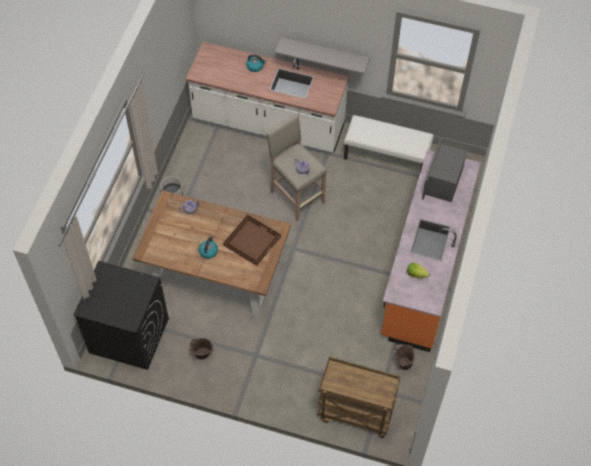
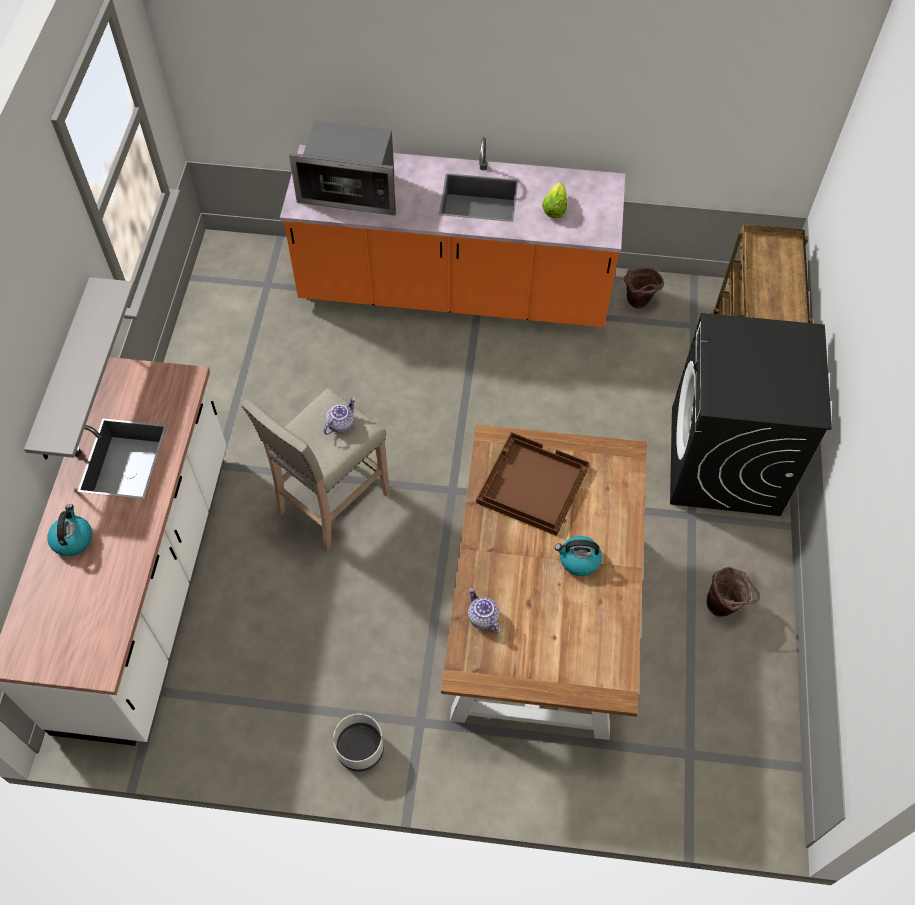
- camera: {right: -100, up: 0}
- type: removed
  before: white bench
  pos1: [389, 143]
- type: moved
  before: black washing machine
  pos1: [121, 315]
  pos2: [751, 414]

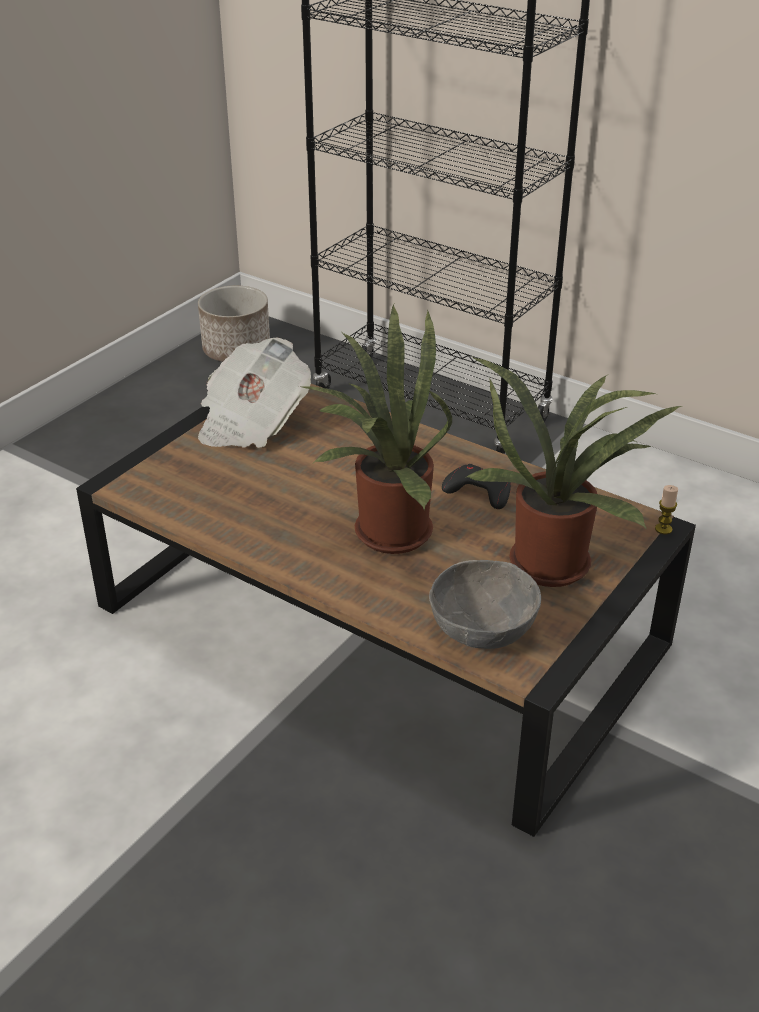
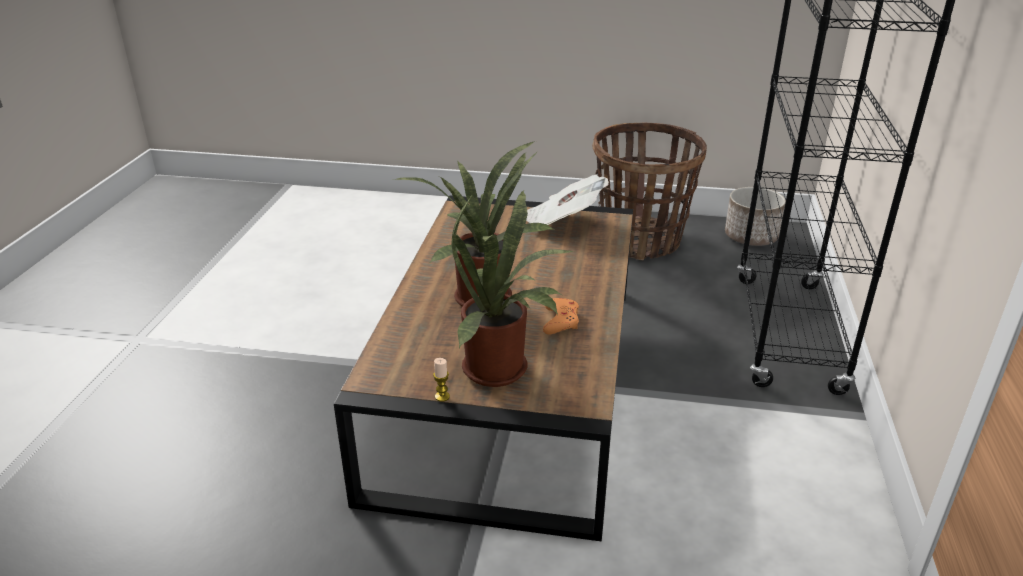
- camera: {right: 65, up: -5}
- type: removed
  before: grey bowl
  pos1: [485, 604]
- type: added
  after: basket
  pos2: [649, 192]
- type: moved
  before: candle
  pos1: [666, 510]
  pos2: [441, 380]
- type: recoloured
  before: black game controller
  after: orange game controller
  pos1: [476, 486]
  pos2: [561, 316]

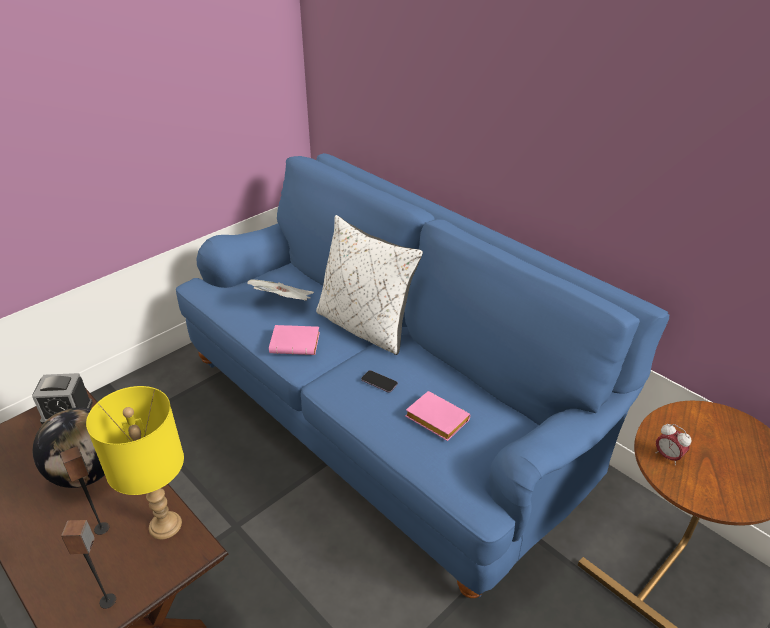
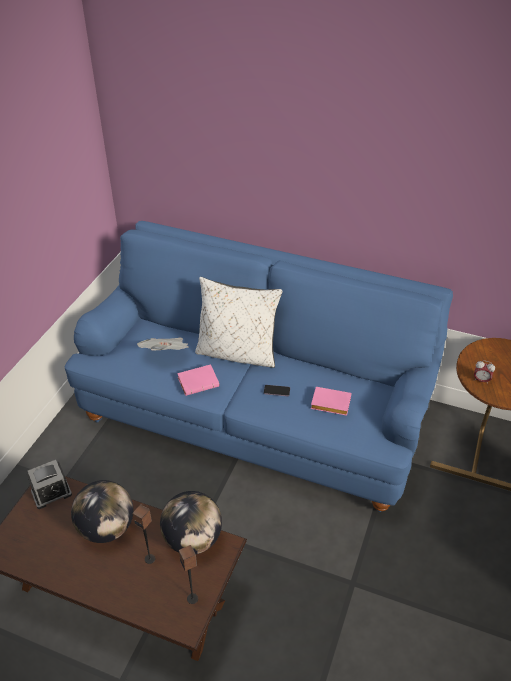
- camera: {right: -25, up: 5}
- type: replaced
  before: yellow table lamp
  after: globe
  pos1: [135, 462]
  pos2: [191, 522]

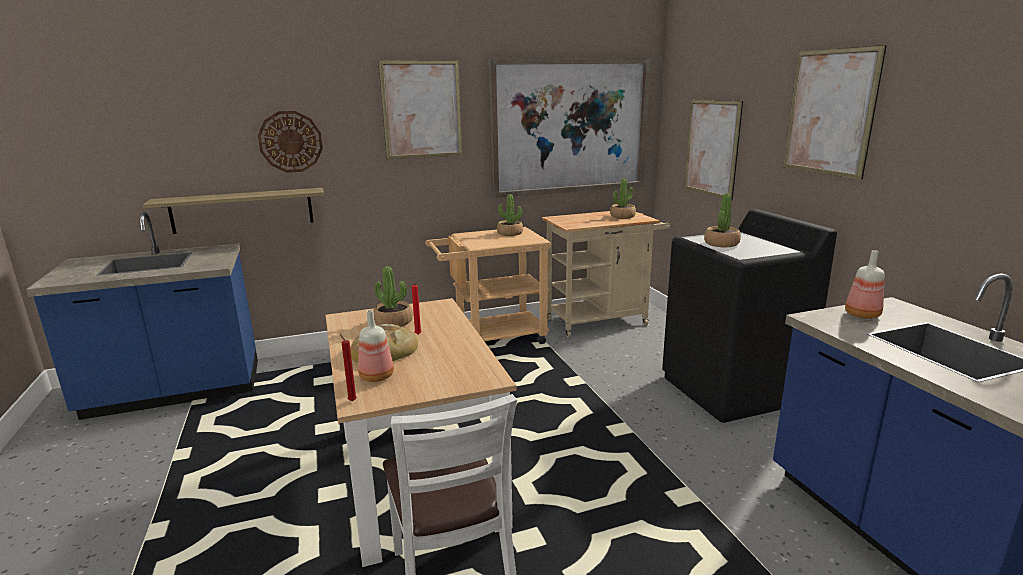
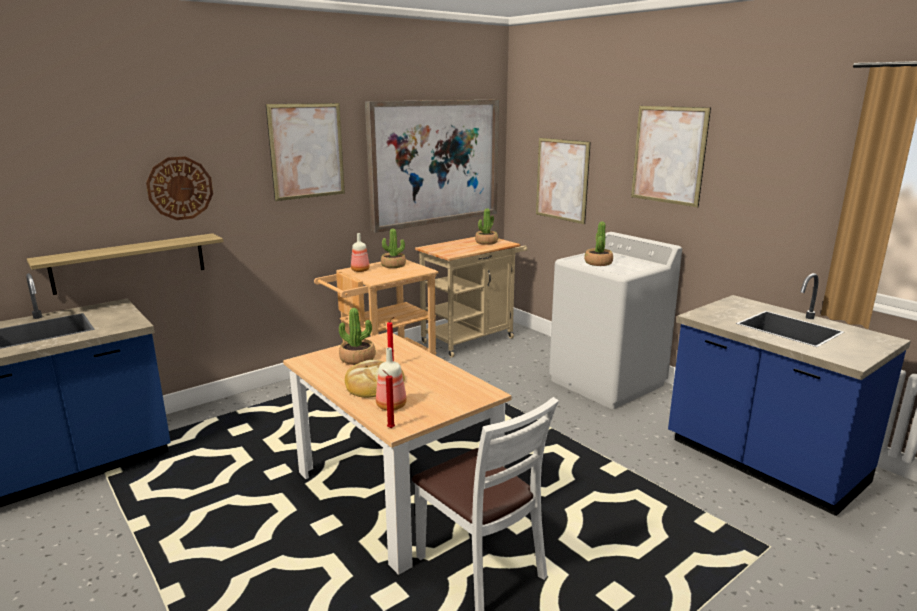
- camera: {right: -20, up: 0}
- type: moved
  before: bottle
  pos1: [865, 284]
  pos2: [360, 252]
- type: recoloured
  before: black washing machine
  after: white washing machine
  pos1: [749, 316]
  pos2: [615, 320]

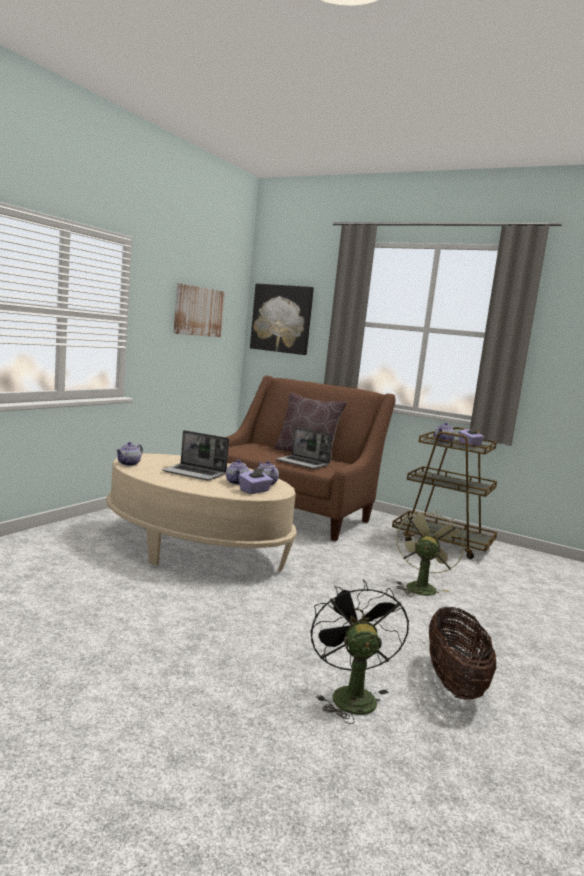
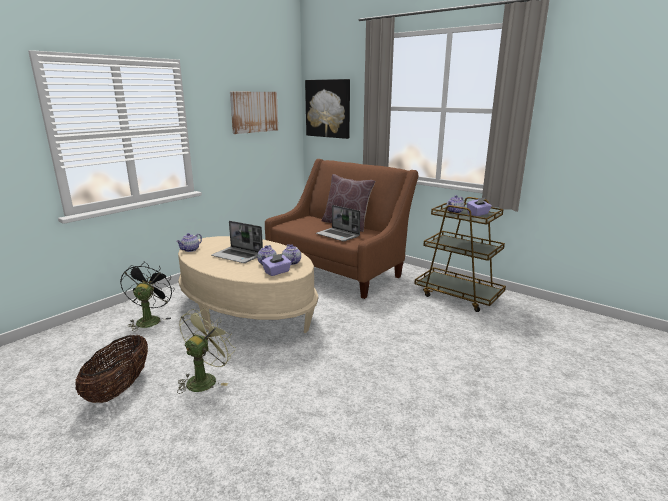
- camera: {right: 10, up: 10}
- type: moved
  before: black fan
  pos1: [359, 651]
  pos2: [147, 296]
- type: moved
  before: green fan
  pos1: [430, 553]
  pos2: [206, 351]
- type: moved
  before: basket
  pos1: [462, 653]
  pos2: [111, 368]

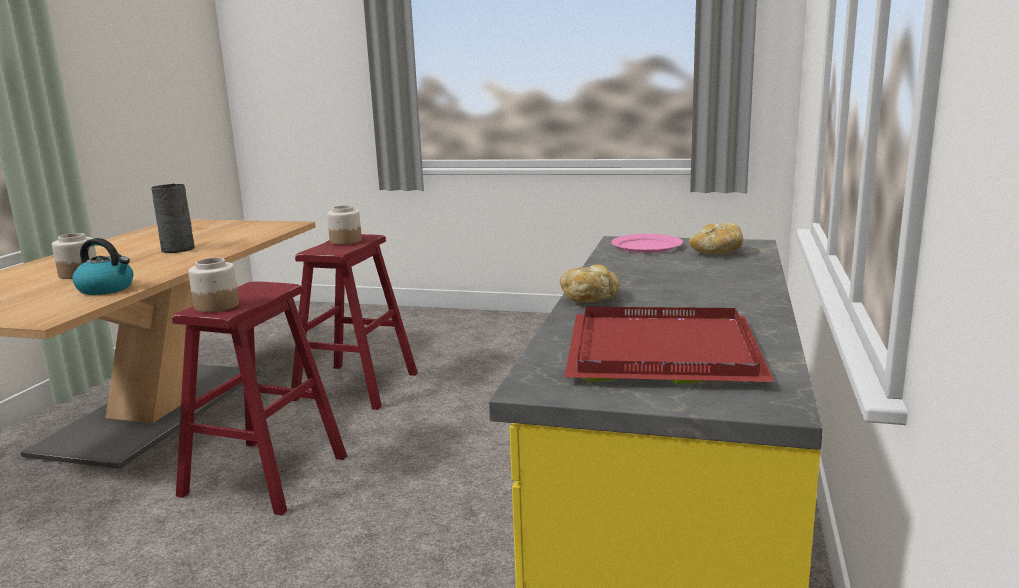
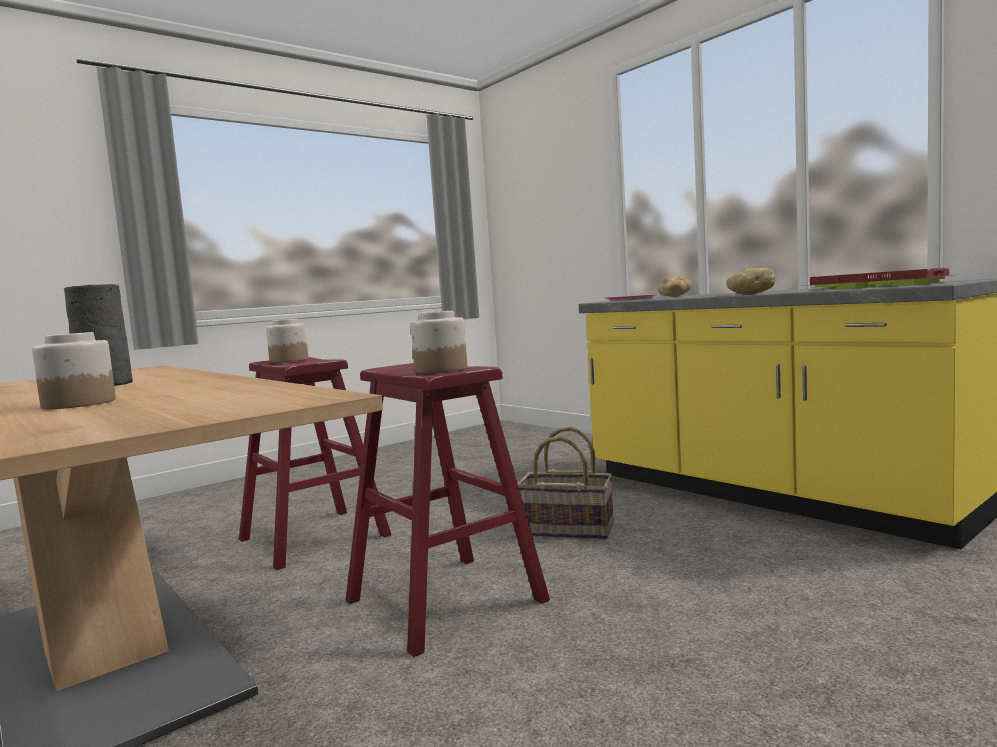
- camera: {right: -55, up: -10}
- type: removed
  before: kettle
  pos1: [102, 266]
- type: added
  after: basket
  pos2: [566, 482]

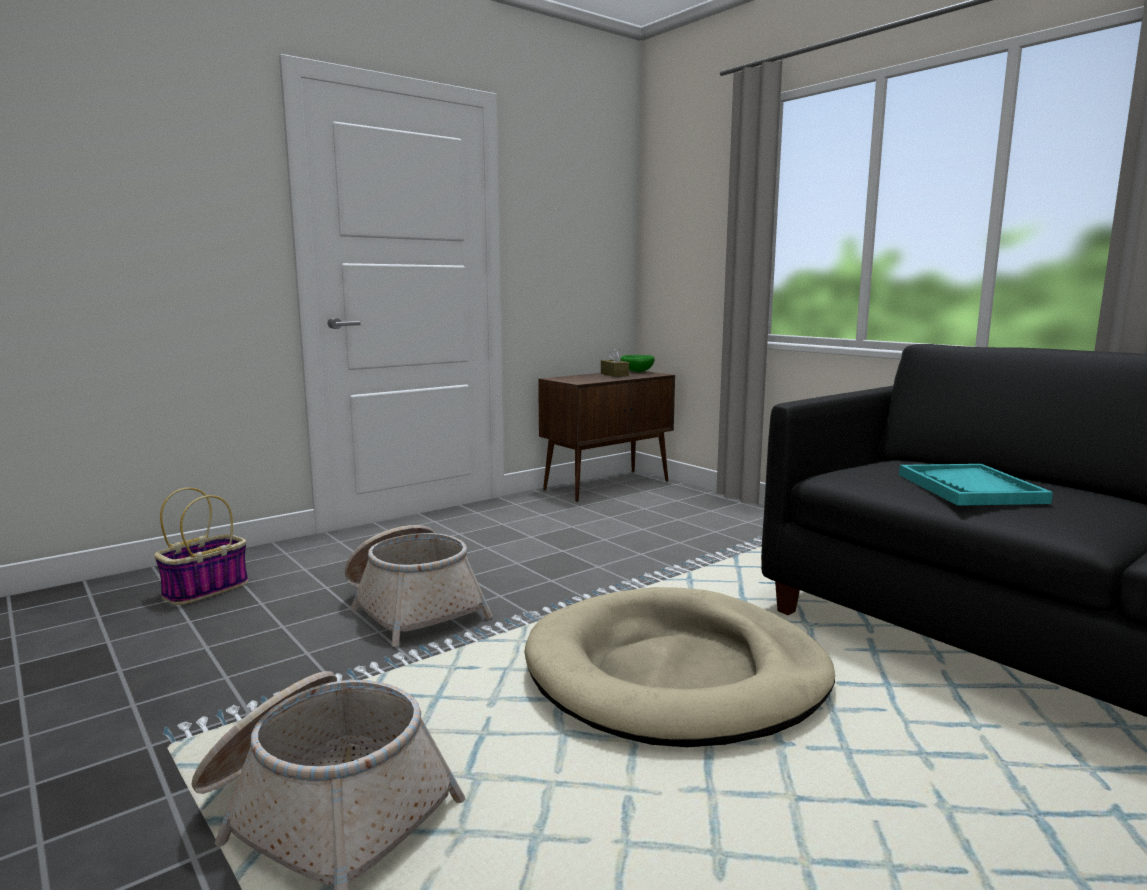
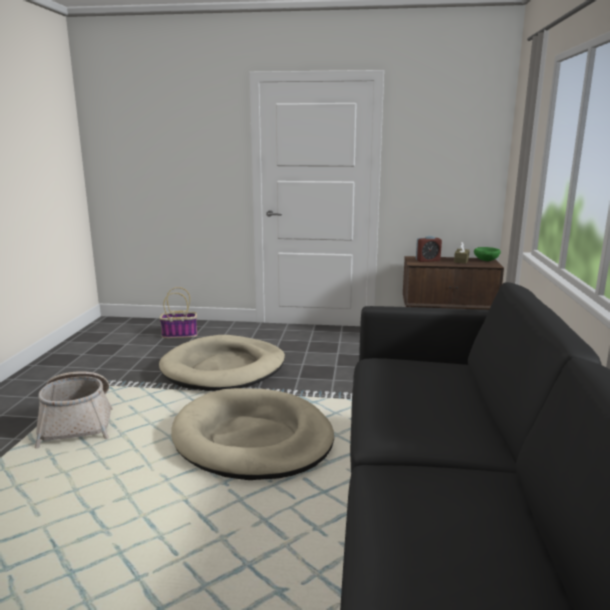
- camera: {right: 45, up: 5}
- type: removed
  before: turquoise tray
  pos1: [976, 485]
- type: added
  after: alarm clock
  pos2: [429, 249]
- type: replaced
  before: basket
  after: beige dog bed
  pos1: [419, 585]
  pos2: [222, 363]

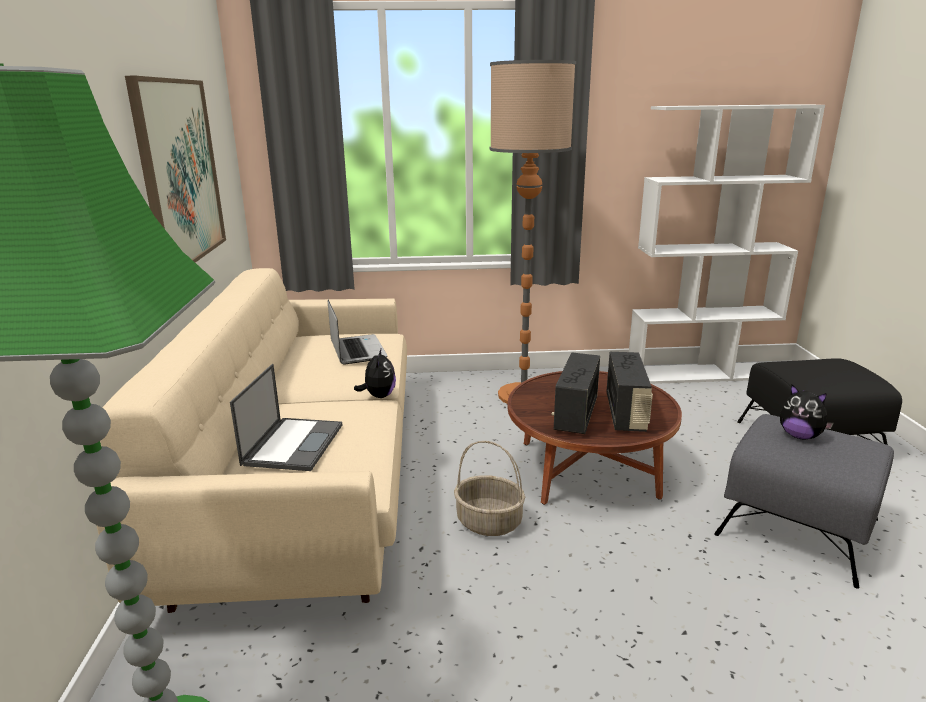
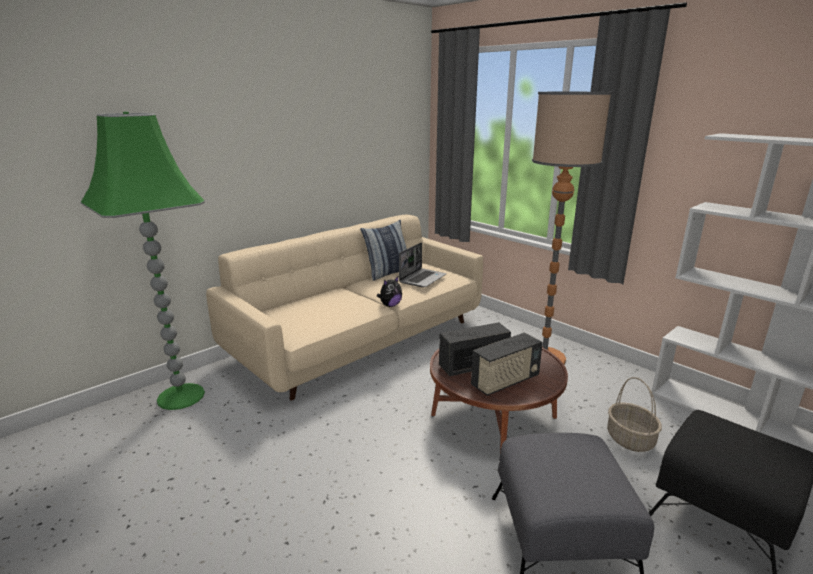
- camera: {right: 50, up: 0}
- type: removed
  before: picture
  pos1: [175, 169]
- type: removed
  before: laptop
  pos1: [286, 417]
- type: removed
  before: plush toy
  pos1: [807, 412]
- type: added
  after: pillow
  pos2: [383, 250]
- type: moved
  before: basket
  pos1: [489, 488]
  pos2: [634, 414]

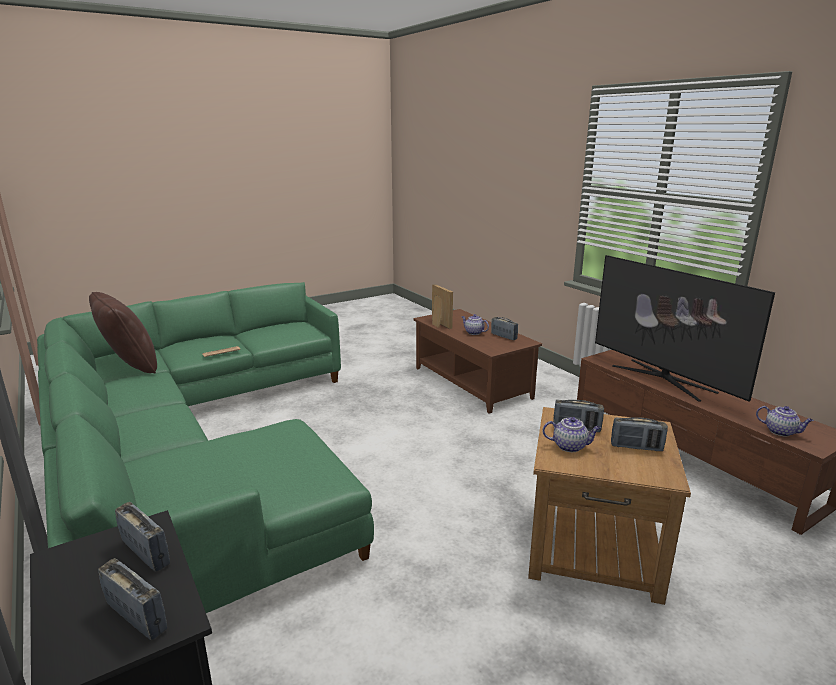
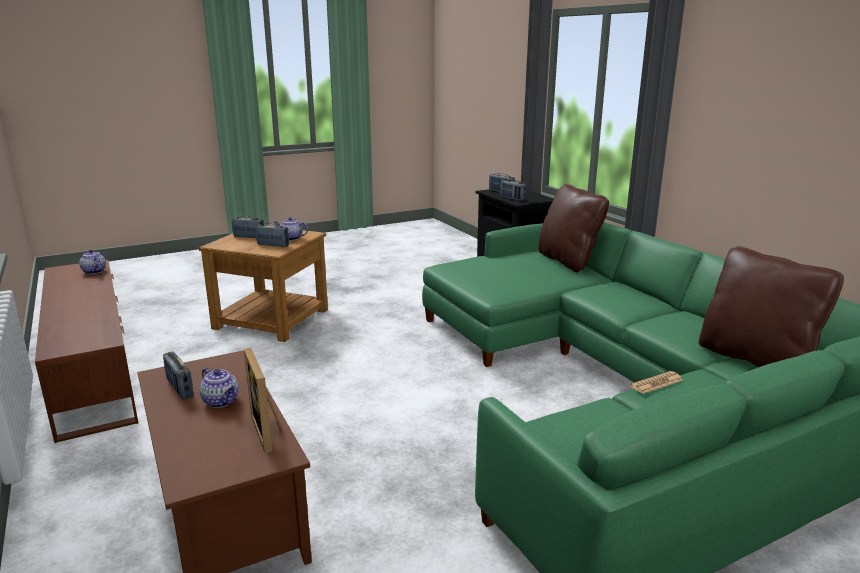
- camera: {right: -175, up: 0}
- type: removed
  before: television
  pos1: [685, 328]
- type: added
  after: brown pillow
  pos2: [573, 227]

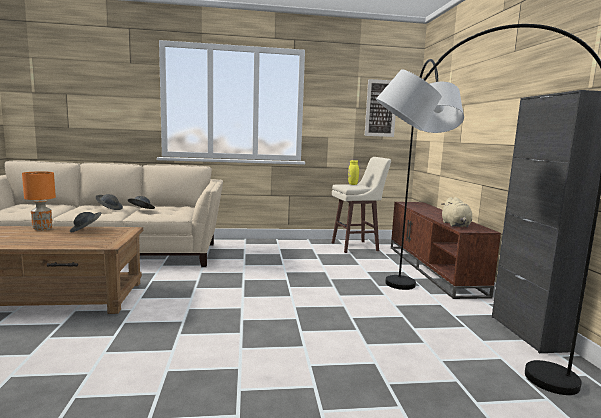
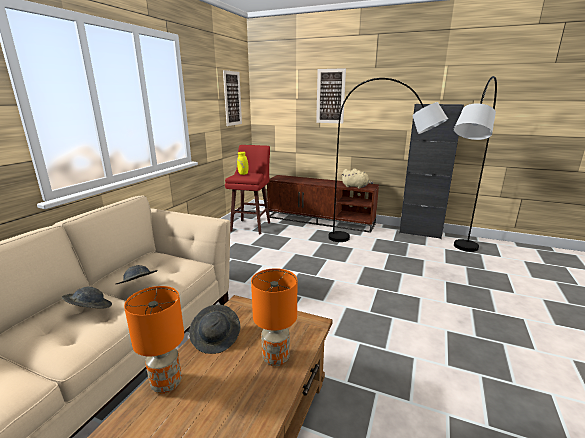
- camera: {right: -60, up: 10}
- type: added
  after: orange table lamp
  pos2: [274, 317]
- type: added
  after: picture
  pos2: [331, 96]
- type: recoloured
  before: beige stool
  after: red stool
  pos1: [361, 205]
  pos2: [247, 189]

